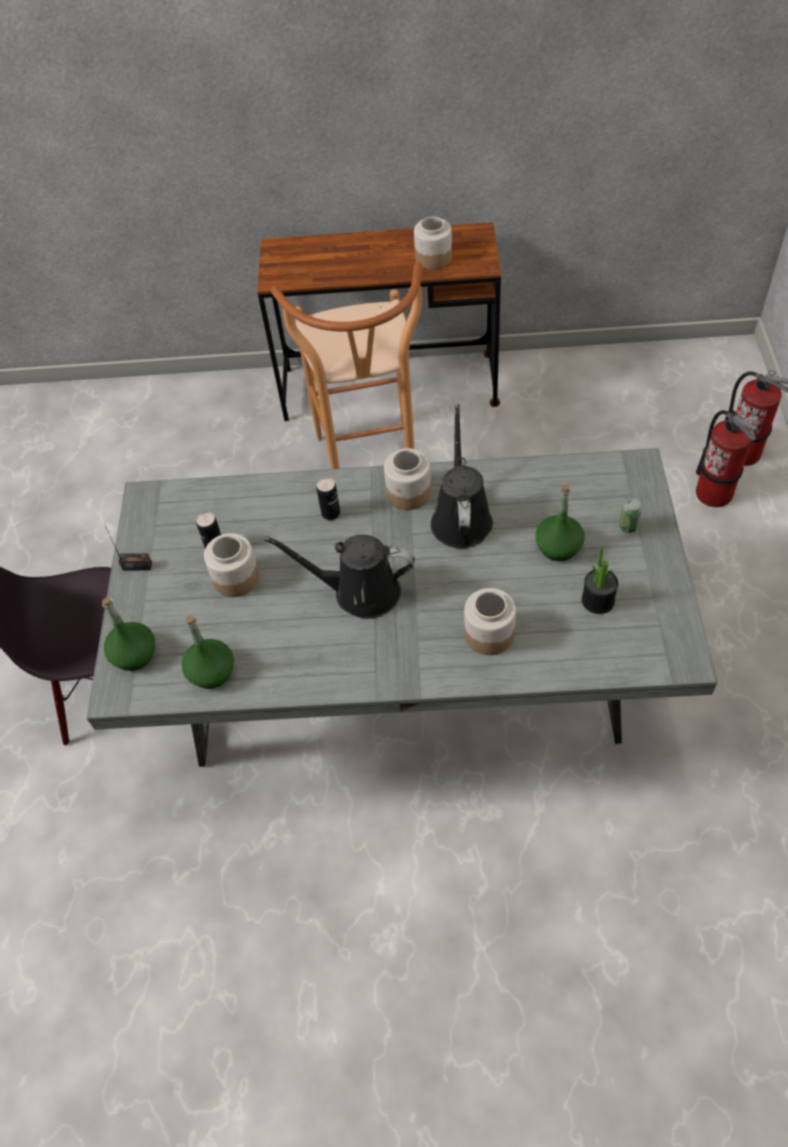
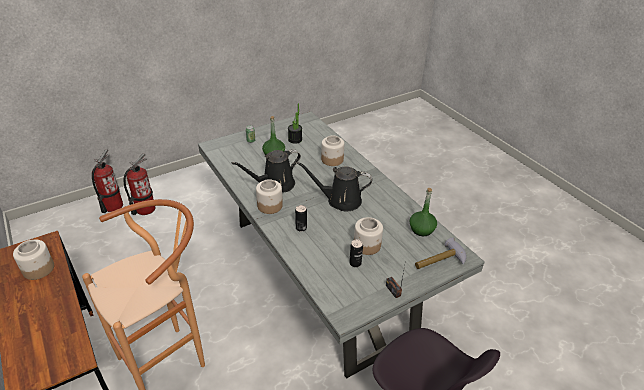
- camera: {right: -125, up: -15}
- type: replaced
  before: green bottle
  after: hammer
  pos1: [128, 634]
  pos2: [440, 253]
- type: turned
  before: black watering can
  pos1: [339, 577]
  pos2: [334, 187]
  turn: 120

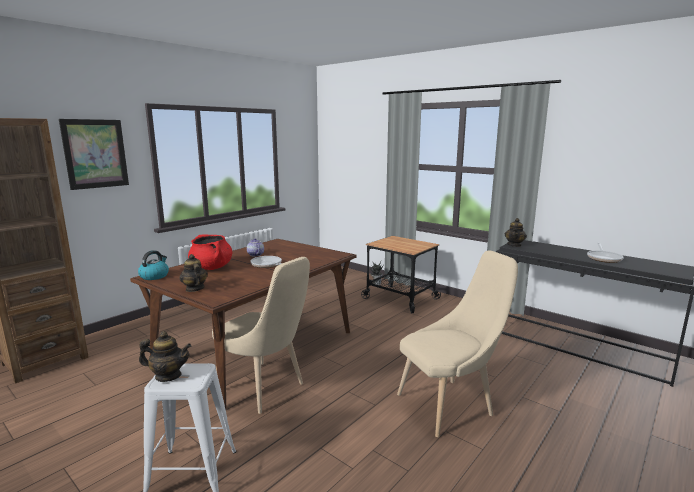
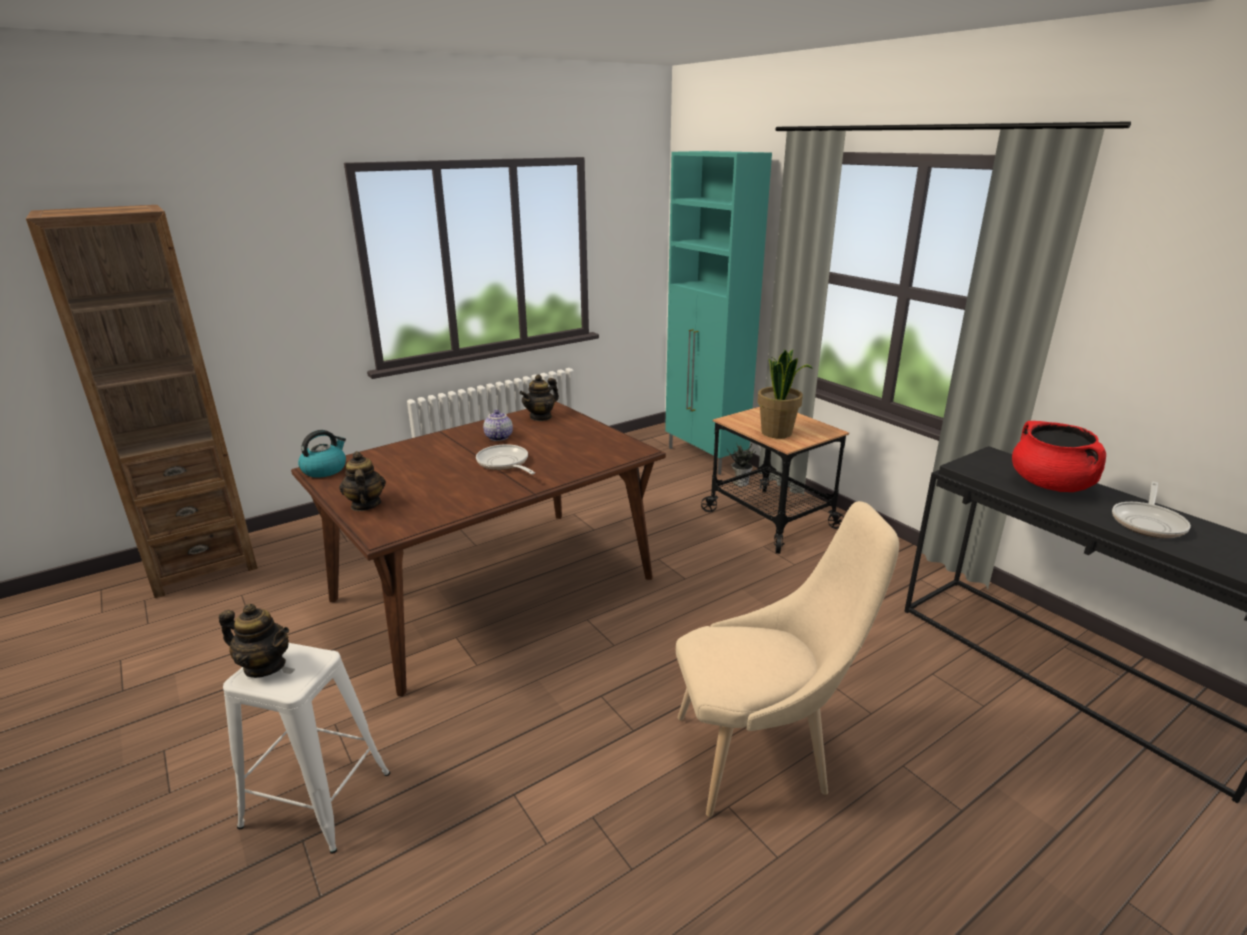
- camera: {right: 15, up: 10}
- type: removed
  before: picture
  pos1: [94, 154]
- type: removed
  before: beige chair
  pos1: [261, 335]
- type: added
  after: turquoise cabinet
  pos2: [718, 313]
- type: added
  after: potted plant
  pos2: [785, 393]
- type: moved
  before: red cooking pot
  pos1: [210, 252]
  pos2: [1059, 456]
- type: moved
  before: teapot
  pos1: [516, 232]
  pos2: [539, 397]

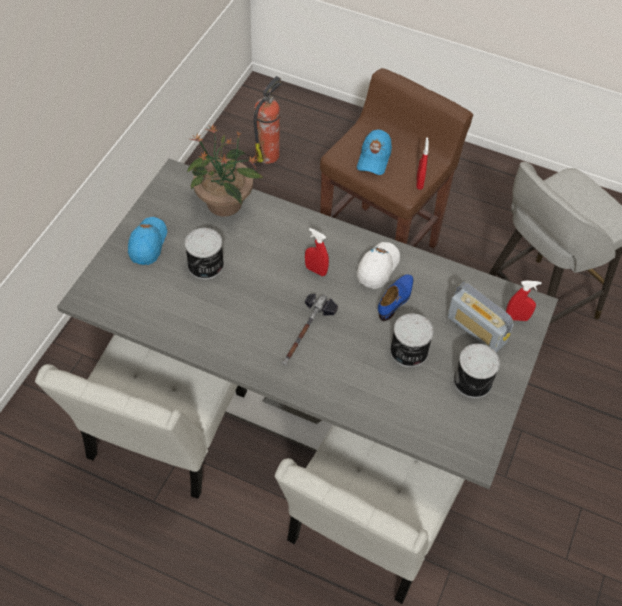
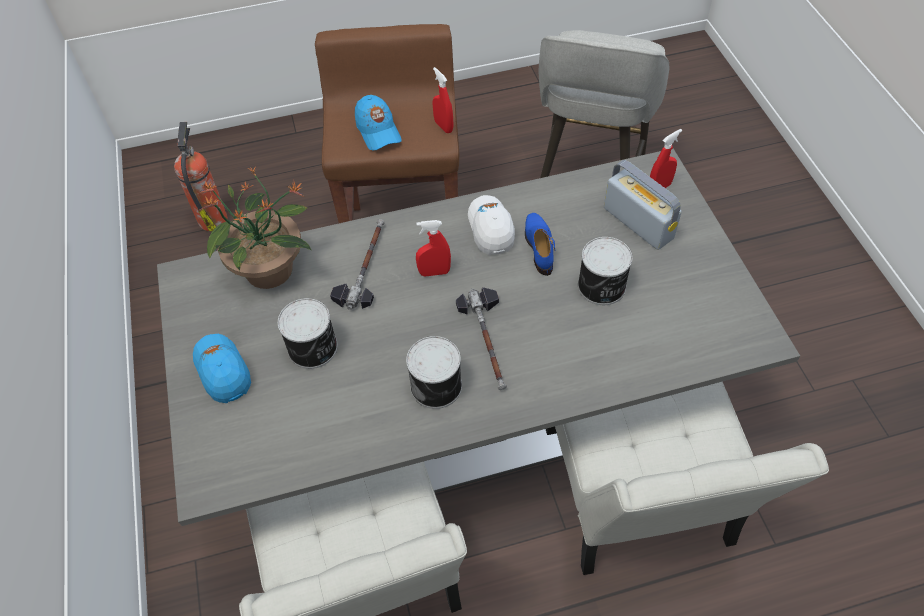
- camera: {right: -35, up: 0}
- type: added
  after: hammer
  pos2: [357, 264]
- type: moved
  before: can
  pos1: [476, 371]
  pos2: [434, 372]
- type: turned
  before: radio
  pos1: [480, 317]
  pos2: [643, 205]
  turn: -135

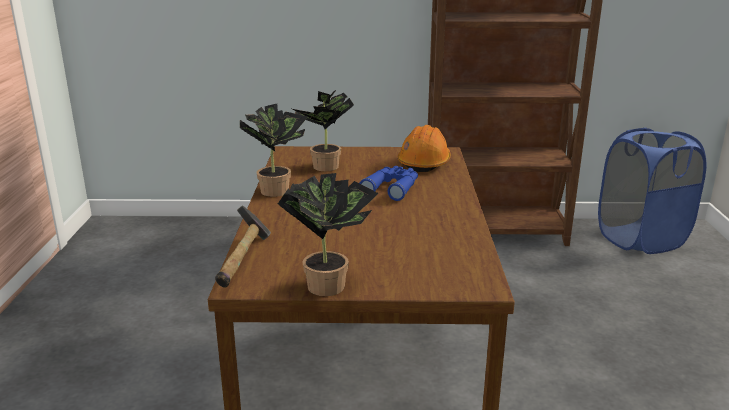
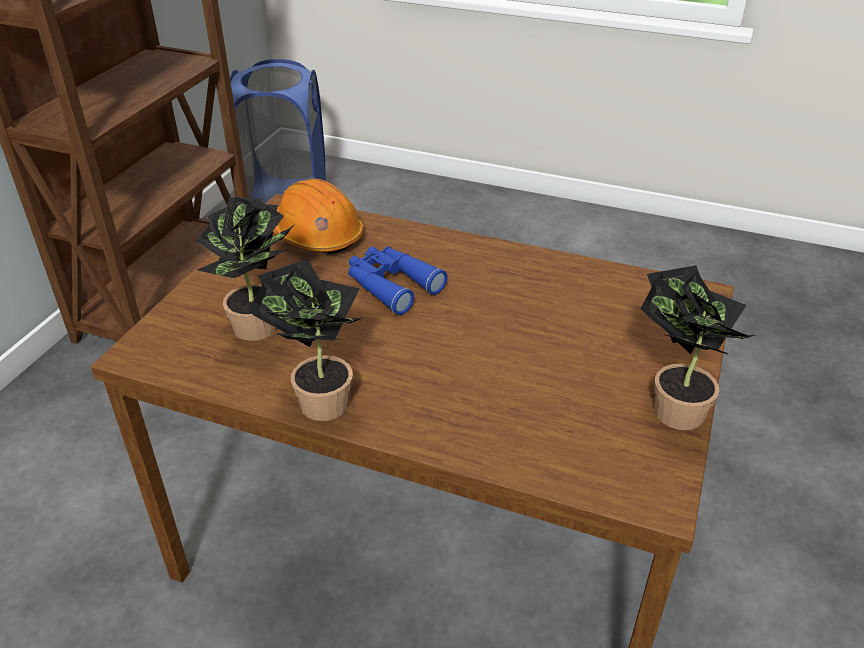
- camera: {right: -70, up: 15}
- type: removed
  before: hammer
  pos1: [243, 246]

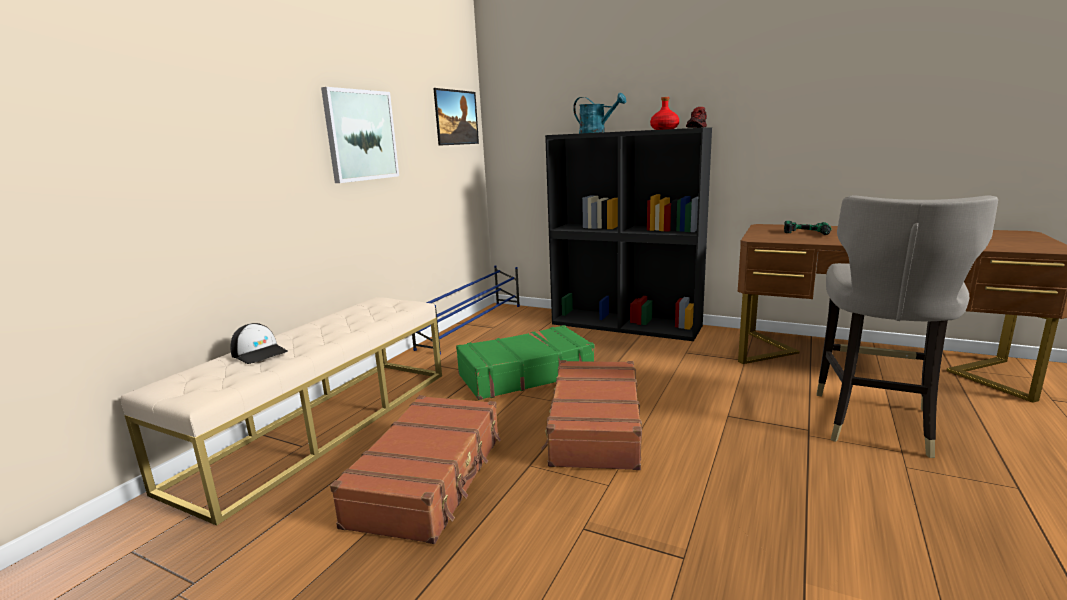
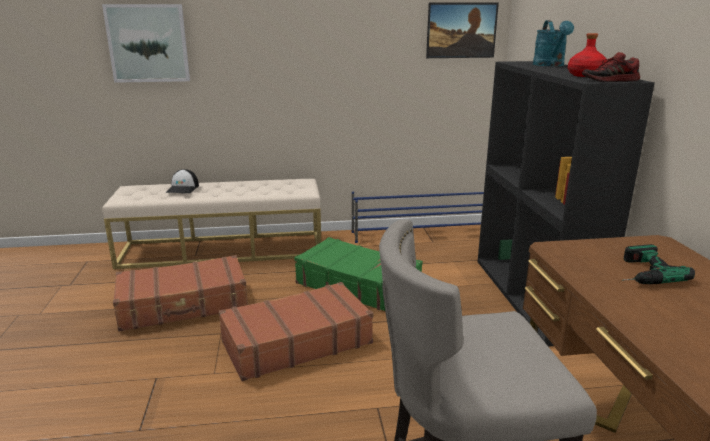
- camera: {right: 55, up: 5}
- type: moved
  before: picture
  pos1: [360, 135]
  pos2: [146, 43]

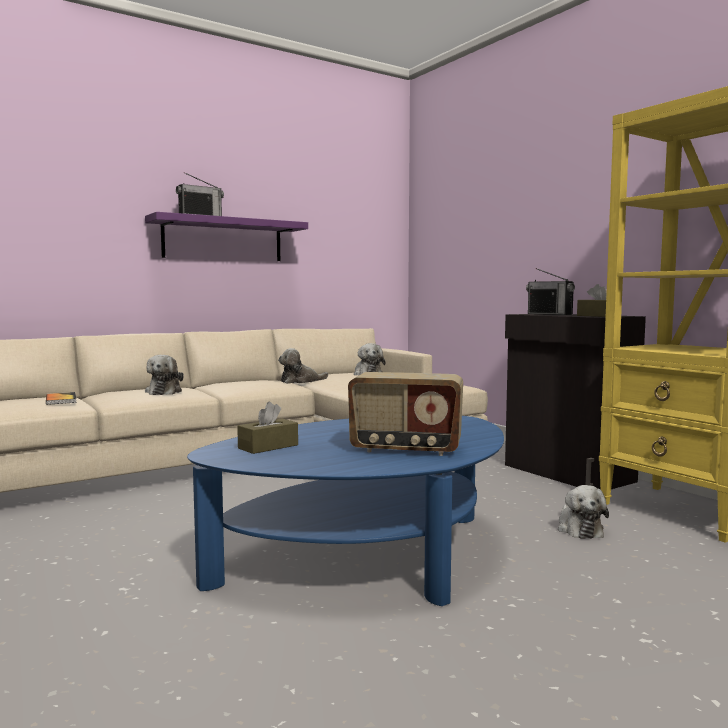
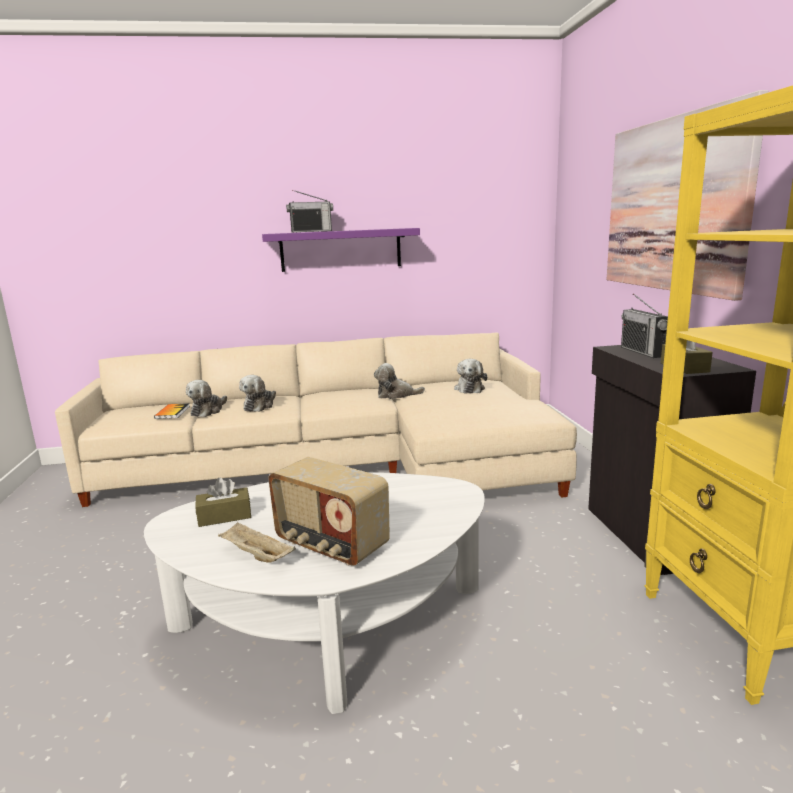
- camera: {right: 25, up: 10}
- type: added
  after: beige tray
  pos2: [257, 542]
- type: added
  after: picture
  pos2: [687, 195]
- type: moved
  before: plush toy
  pos1: [583, 512]
  pos2: [206, 398]
- type: recoloured
  before: blue coffee table
  after: white coffee table
  pos1: [345, 511]
  pos2: [314, 593]

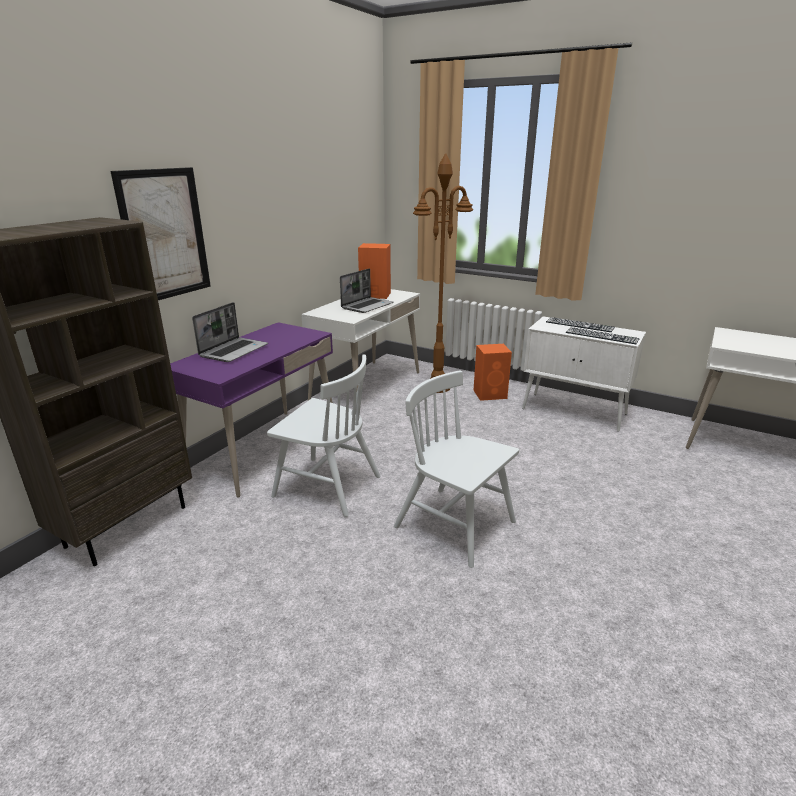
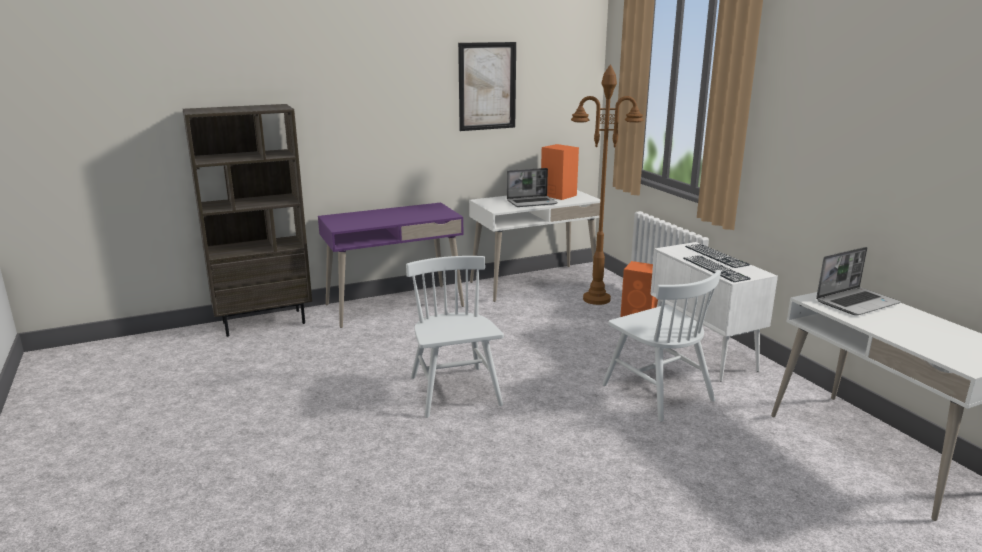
- camera: {right: 35, up: -5}
- type: moved
  before: picture
  pos1: [160, 233]
  pos2: [487, 86]
- type: moved
  before: laptop
  pos1: [230, 332]
  pos2: [858, 281]
- type: moved
  before: white chair
  pos1: [324, 436]
  pos2: [661, 346]

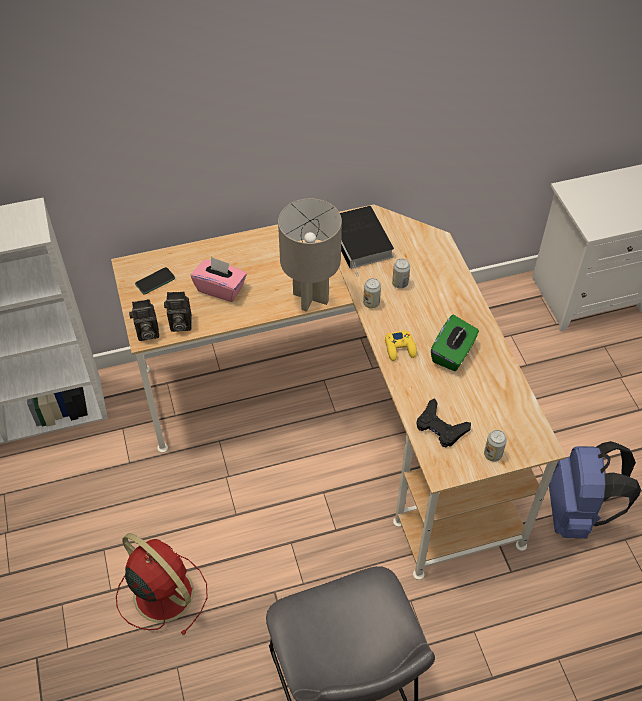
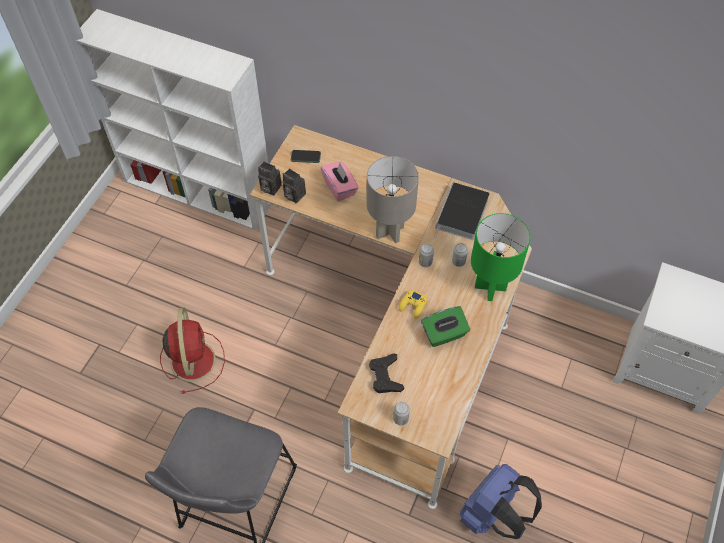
- camera: {right: 40, up: 5}
- type: added
  after: green table lamp
  pos2: [501, 257]

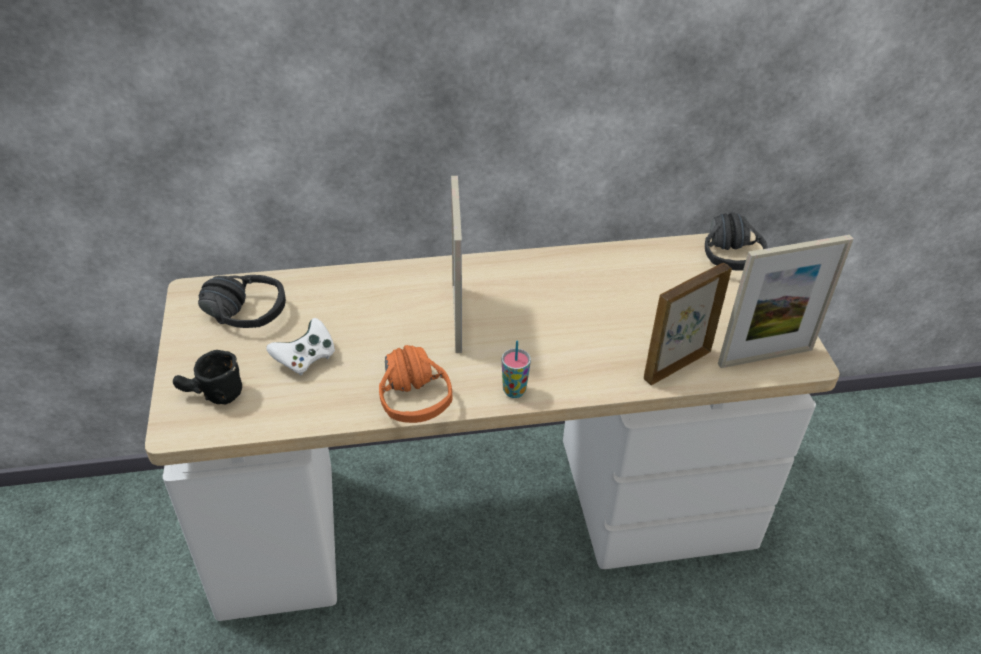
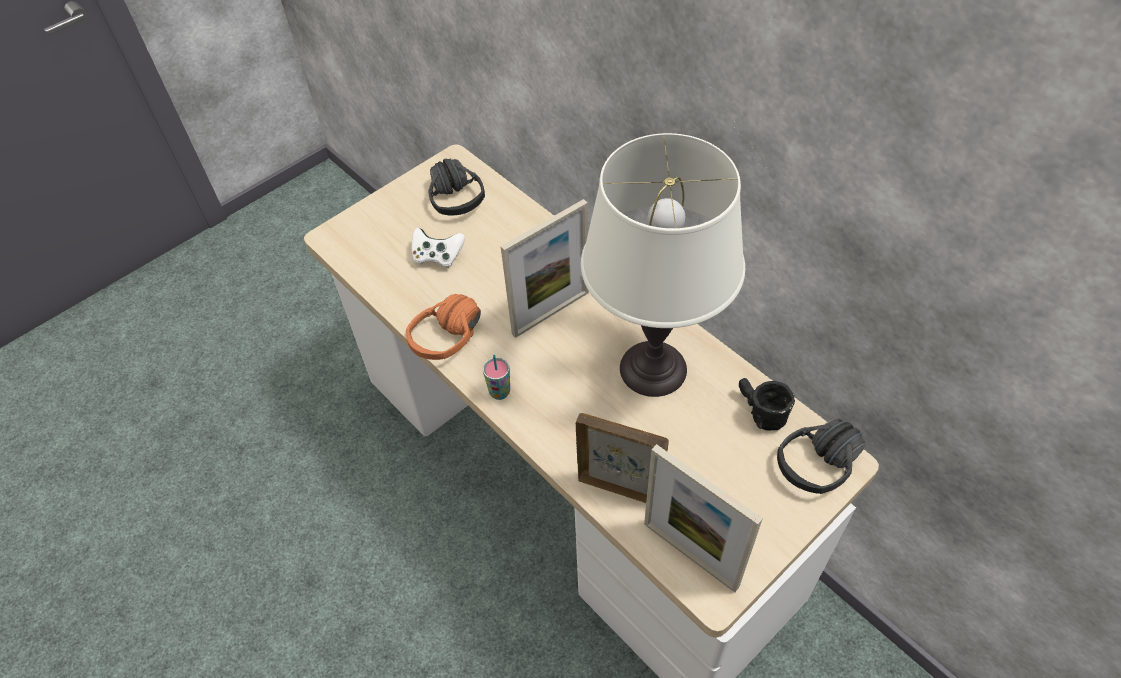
- camera: {right: 60, up: 10}
- type: added
  after: white table lamp
  pos2: [663, 265]
- type: moved
  before: black mug
  pos1: [207, 377]
  pos2: [767, 404]

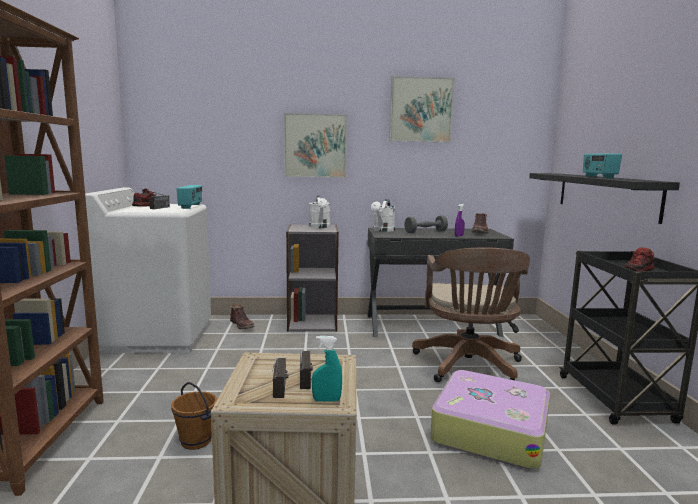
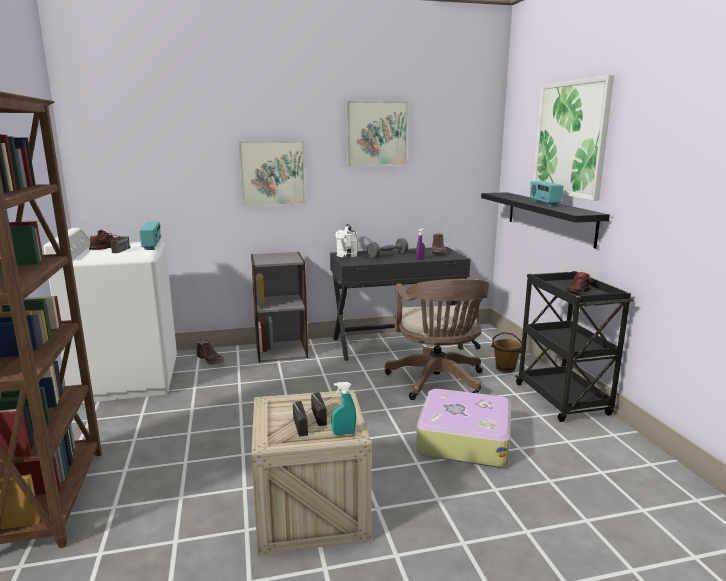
- camera: {right: -10, up: 5}
- type: removed
  before: white watering can
  pos1: [320, 212]
- type: added
  after: picture
  pos2: [573, 138]
- type: moved
  before: brown bucket
  pos1: [194, 416]
  pos2: [506, 352]

